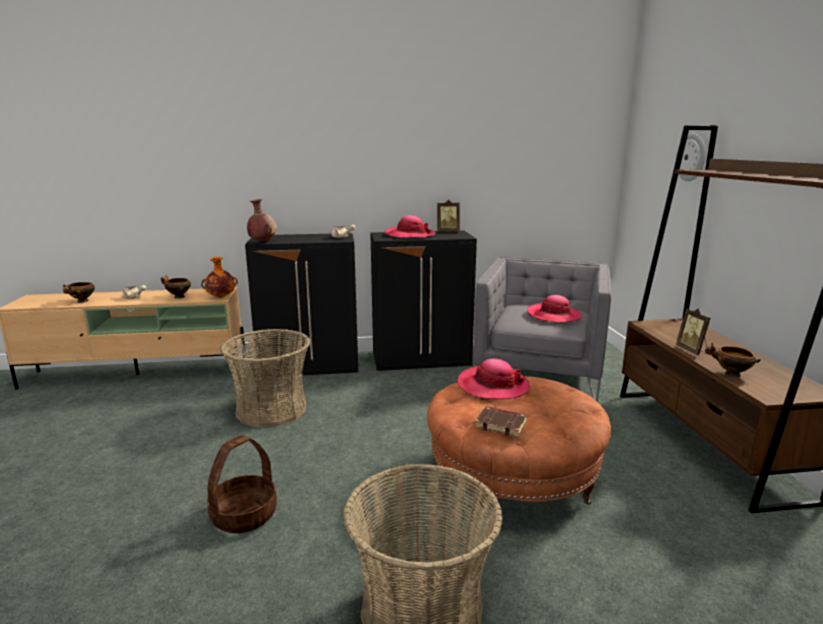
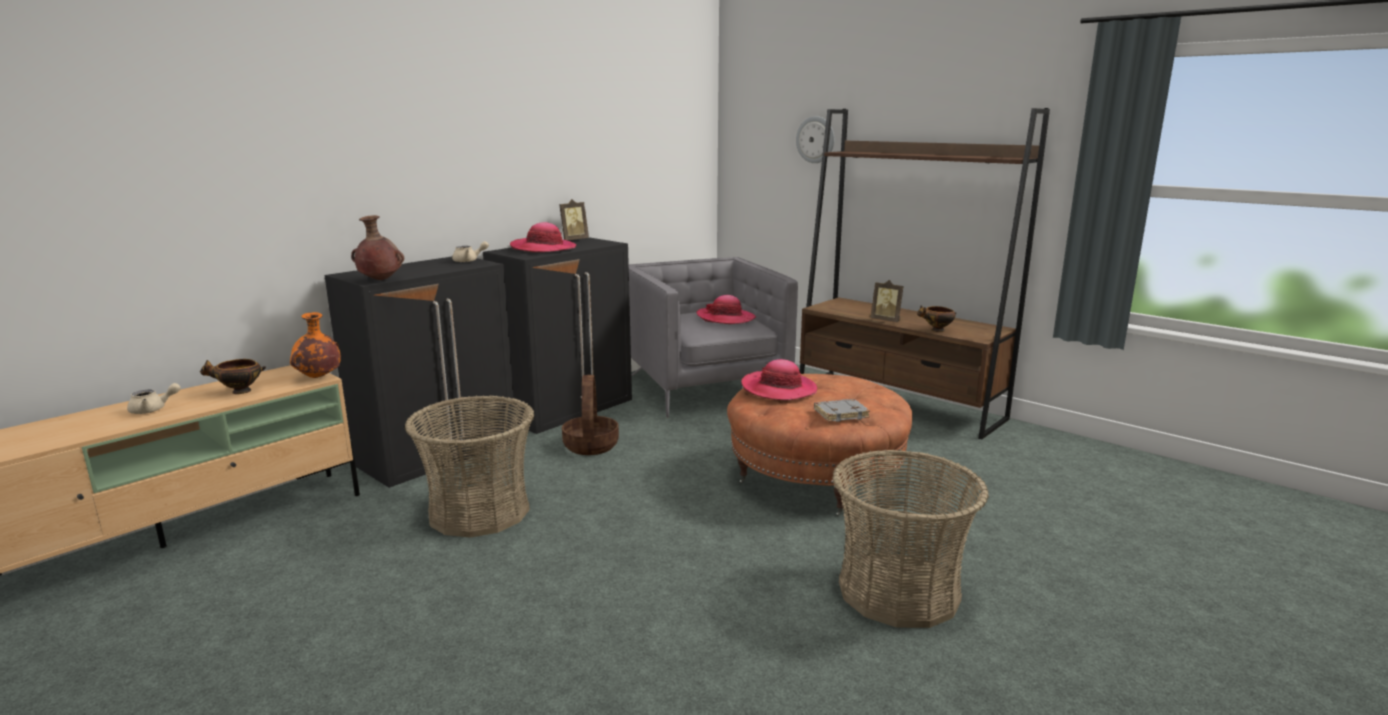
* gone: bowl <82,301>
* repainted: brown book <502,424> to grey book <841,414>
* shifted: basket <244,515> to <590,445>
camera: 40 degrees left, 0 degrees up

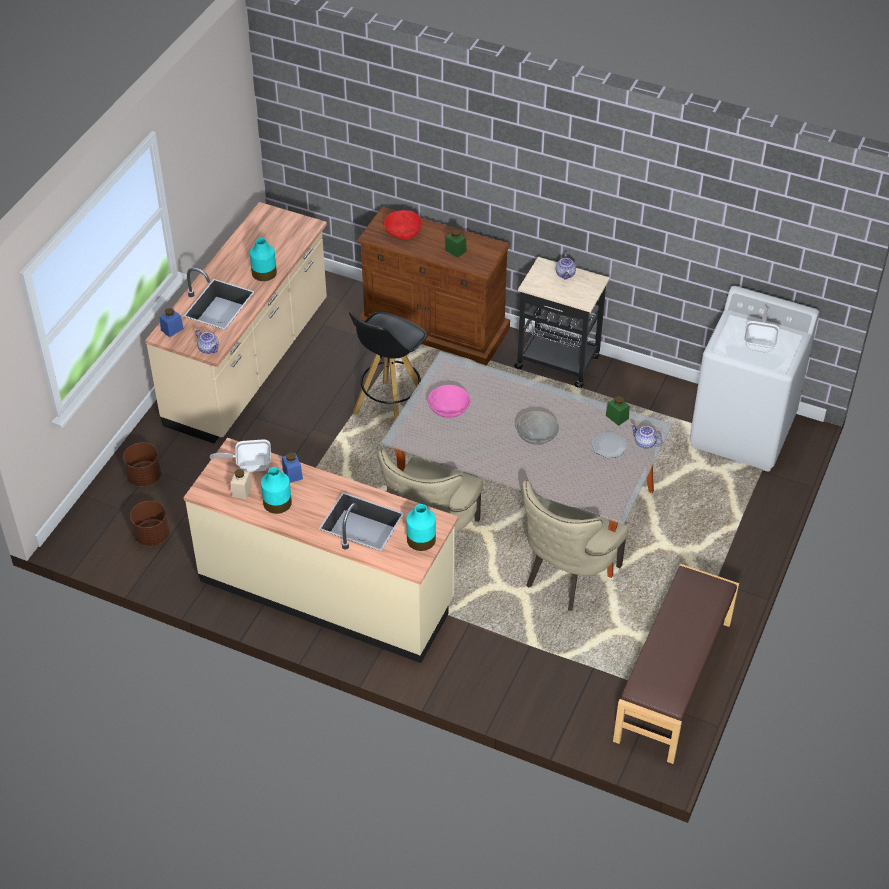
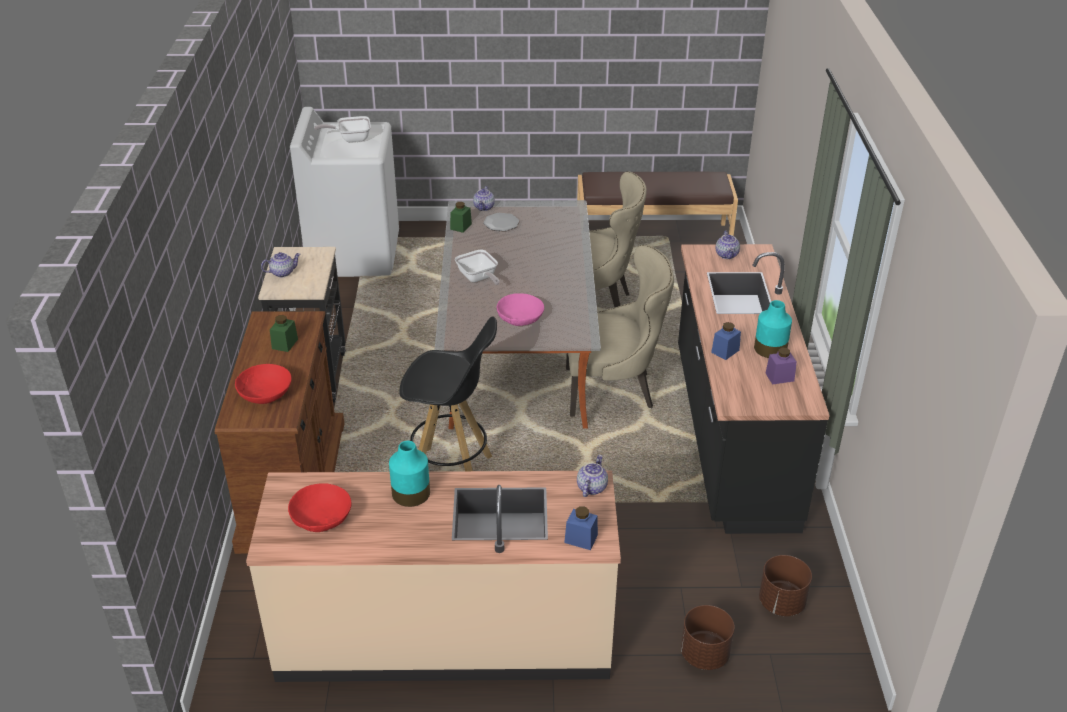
* gone: grey bowl <536,435>
* repainted: beige counter <327,591> to black counter <731,436>
* shifted: frying pan <249,465> to <478,279>
* repainted: beige jar <241,490> to purple jar <779,377>
* swapped: turquoise vase <421,540> to teapot <727,255>
* new: red bowl <322,519>
camera: 115 degrees left, 10 degrees down

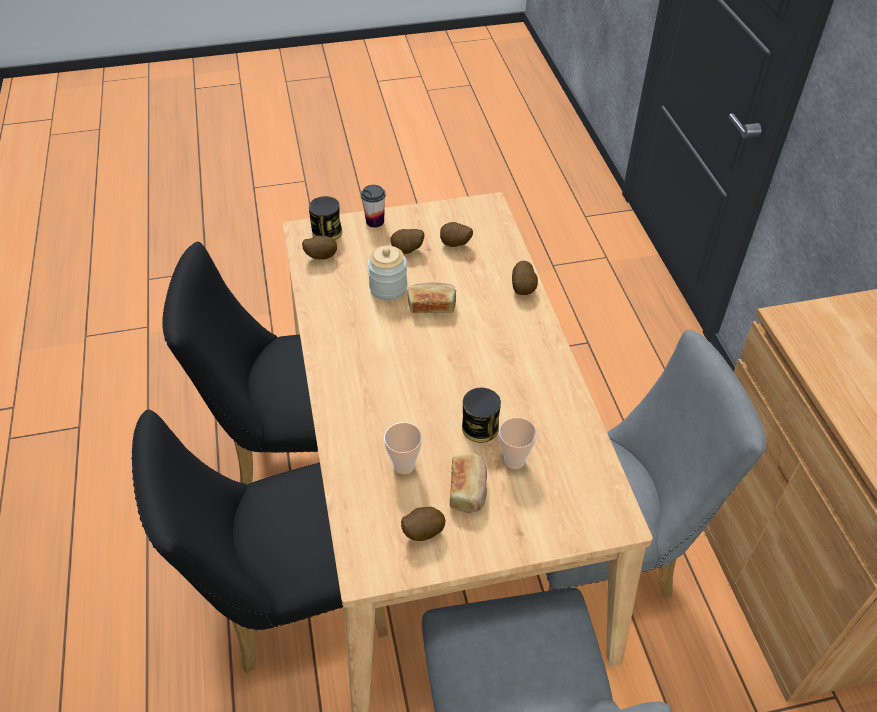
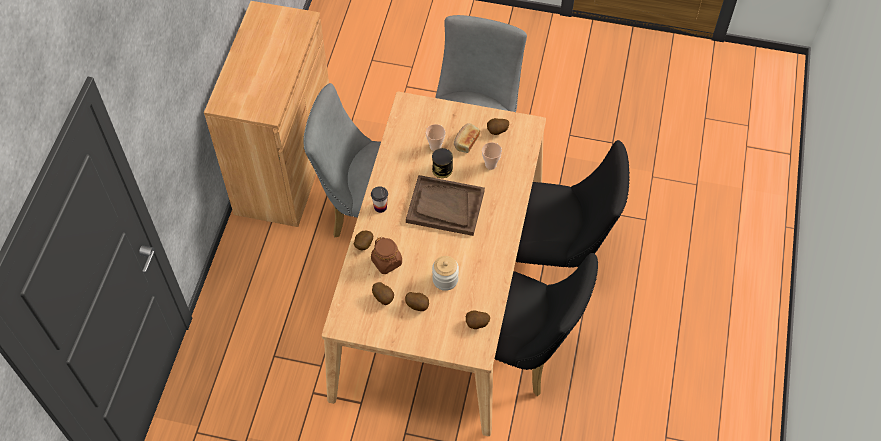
* shifted: cup <375,221> to <380,207>
* gone: can <327,232>
* gone: bread <431,305>
* new: brown tray <445,207>
* new: brown jar <387,262>
camera: 155 degrees left, 10 degrees up

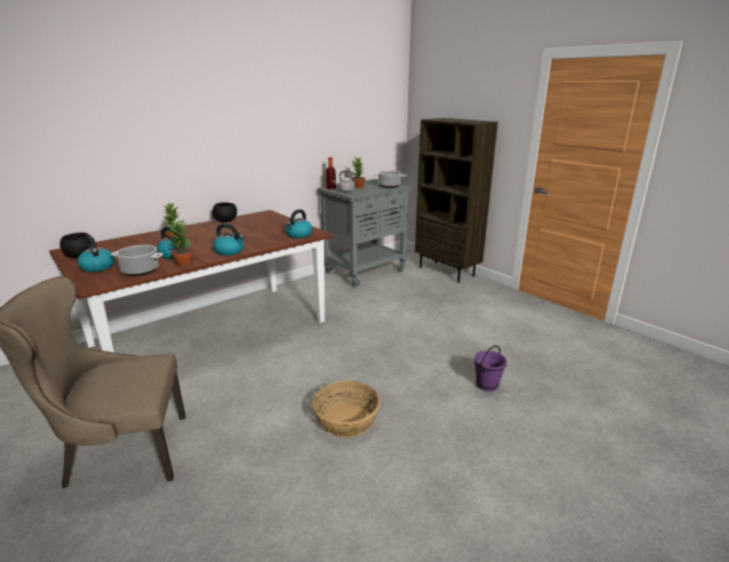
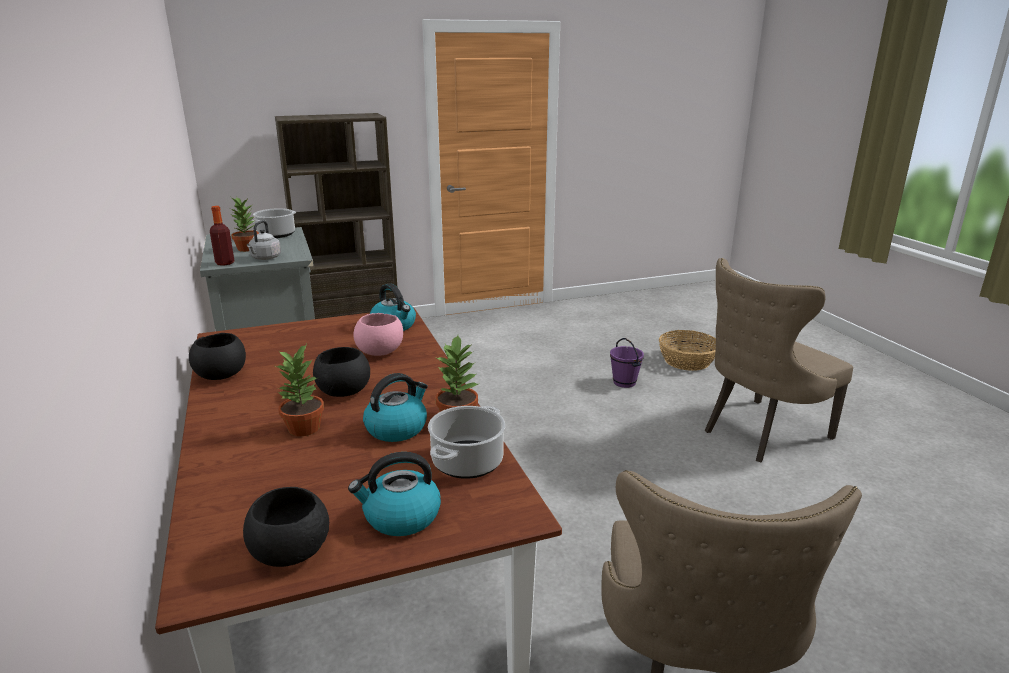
* gone: kettle <230,251>
* shifted: basket <347,420> to <686,361>
* new: beige chair <760,433>
* new: pink bowl <381,352>
* new: black bowl <343,391>
camera: 70 degrees left, 0 degrees up

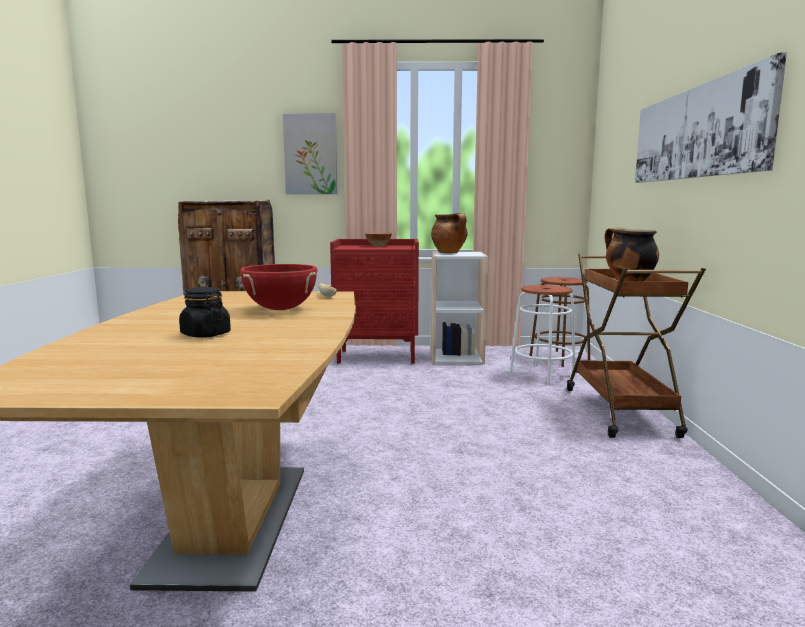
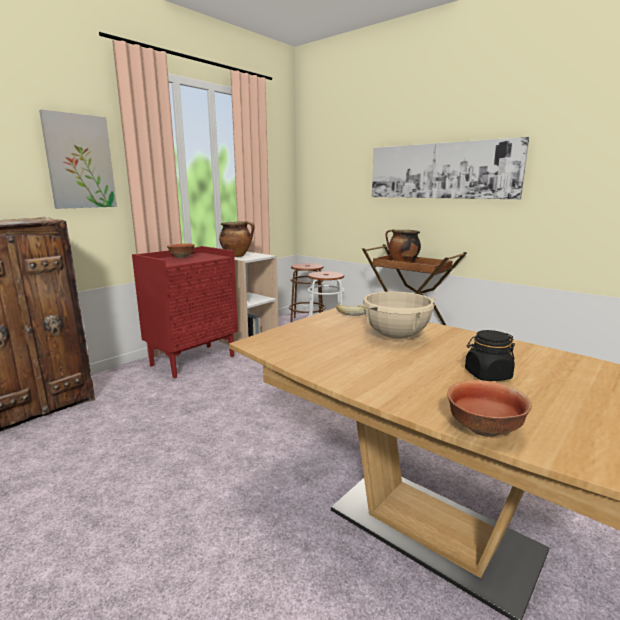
* repainted: red cooking pot <281,309> to beige cooking pot <396,336>
* new: bowl <485,430>
camera: 50 degrees left, 5 degrees up

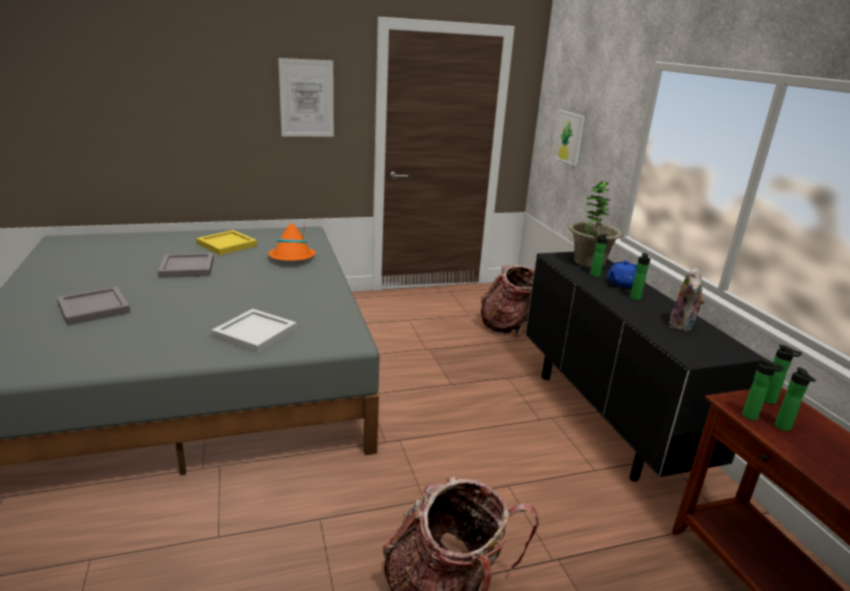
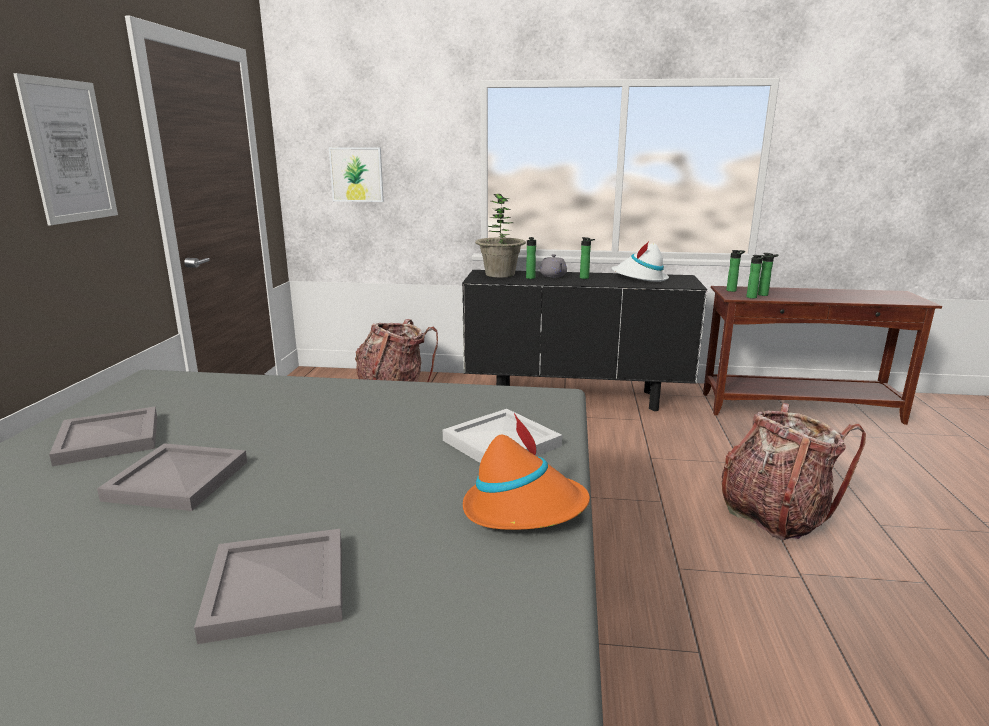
* shifted: orange hat <292,258> to <524,508>
* repainted: yellow tray <227,244> to grey tray <107,439>
* repainted: blue teapot <621,283> to grey teapot <553,276>
* swapped: plush toy <683,326> to white hat <639,278>
camera: 65 degrees left, 5 degrees down

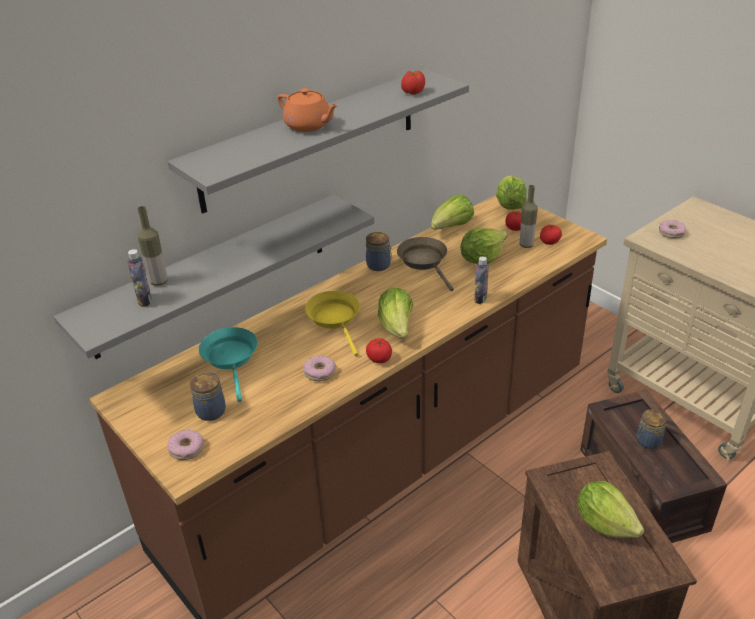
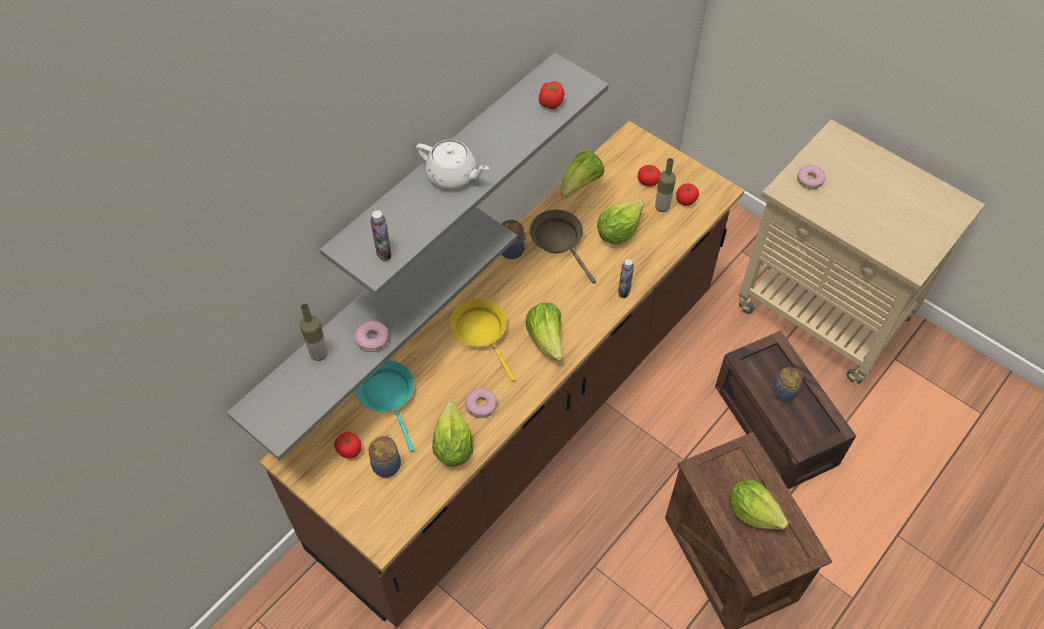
* repainted: orange teapot <309,125> to white teapot <452,175>
* shifted: lettuce <509,205> to <453,446>
* shifted: bottle <145,300> to <383,252>
* shifted: tomato <379,359> to <349,450>
* shifted: donut <186,449> to <372,339>
camera: 10 degrees left, 20 degrees up

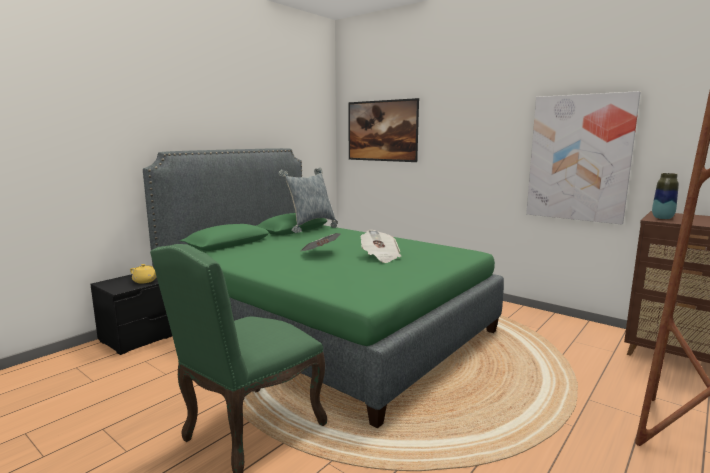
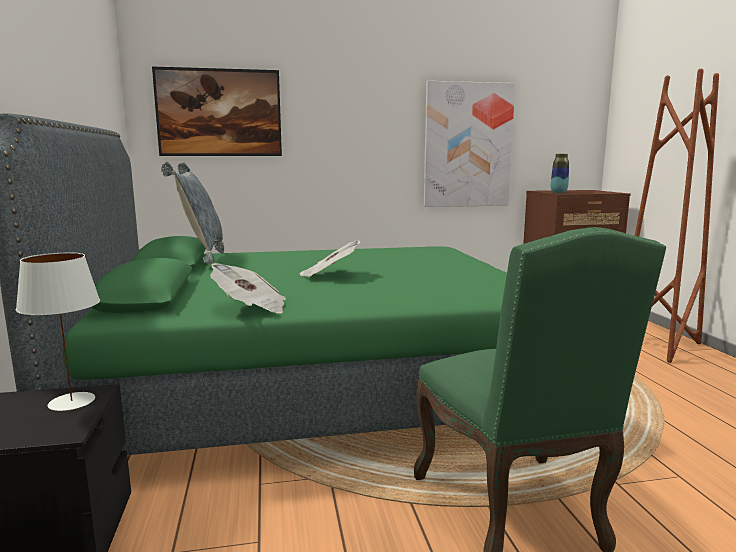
* shifted: newspaper <380,257> to <251,308>
* swapped: yellow teapot <145,281> to white table lamp <71,401>
camera: 50 degrees left, 0 degrees up

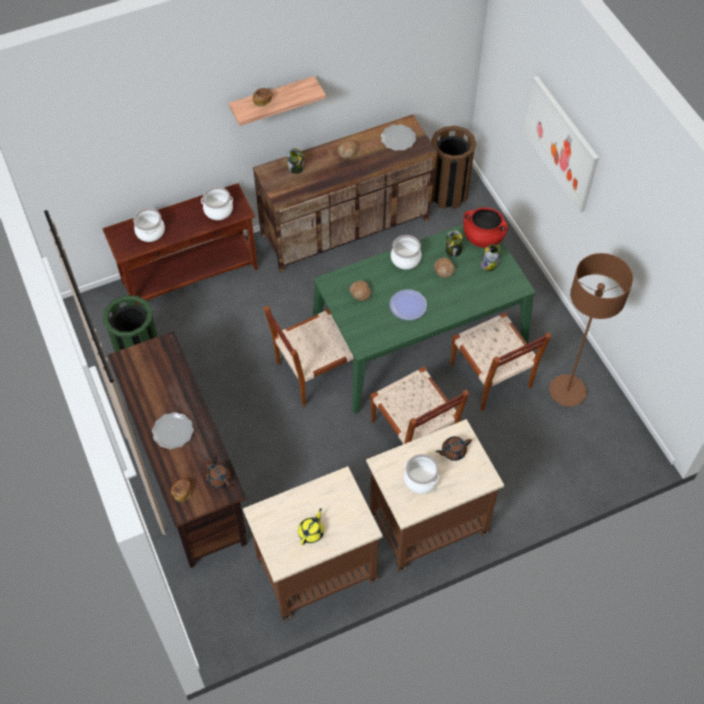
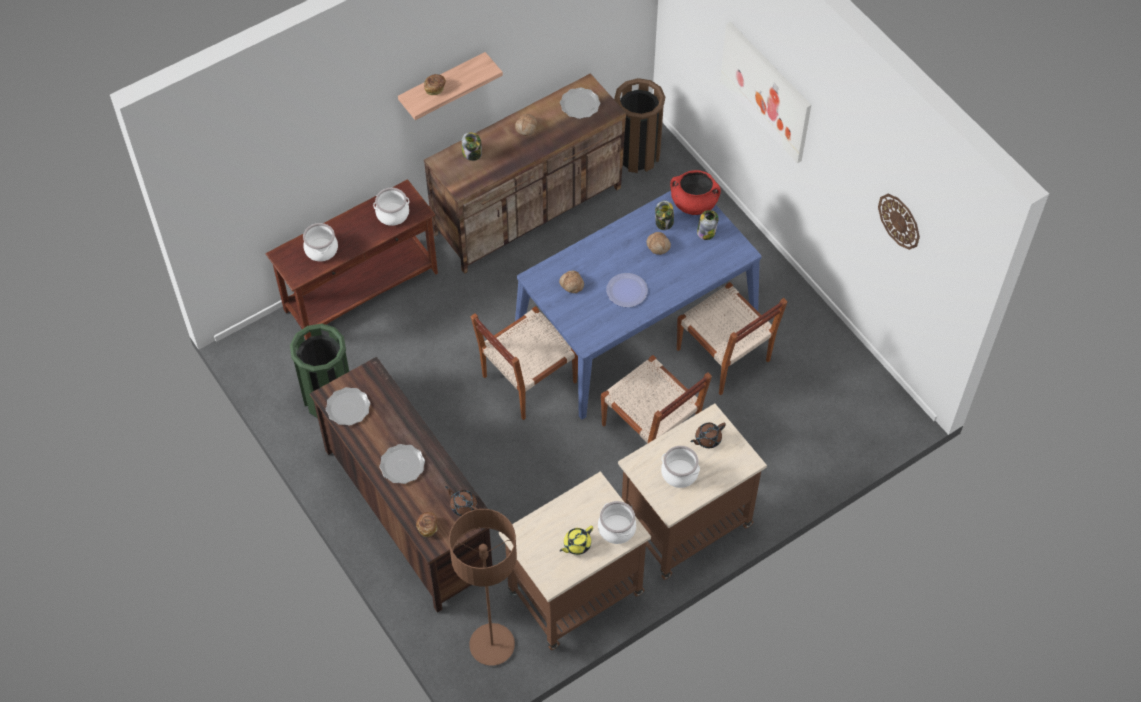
* repainted: green dining table <419,337> to blue dining table <636,324>
* shifted: cooking pot <406,259> to <617,528>
* shifted: brown floor lamp <567,391> to <492,645>
* rotated: yellow teapot <311,532> = <576,544> 150 degrees counterclockwise
* new: wall clock <899,221>
* new: plate <348,407>
camera: 10 degrees left, 0 degrees up

